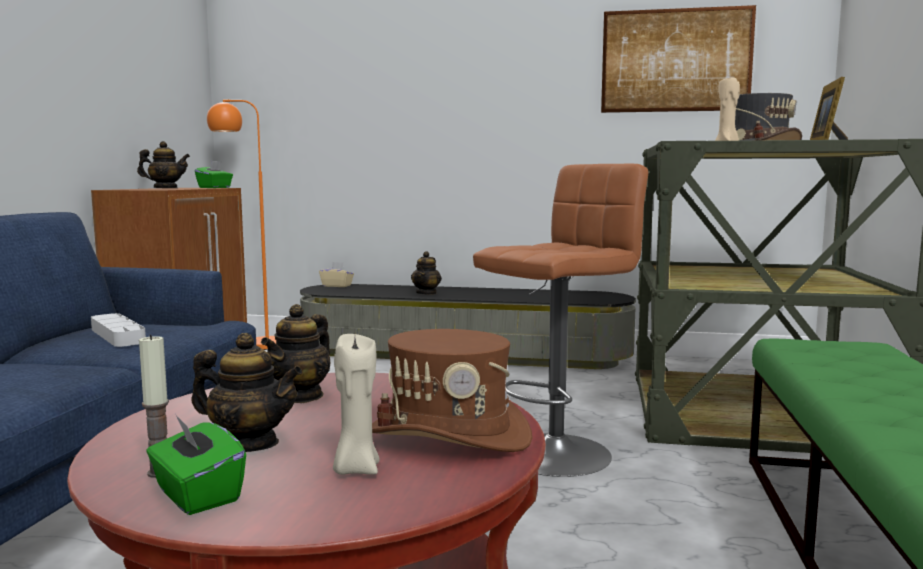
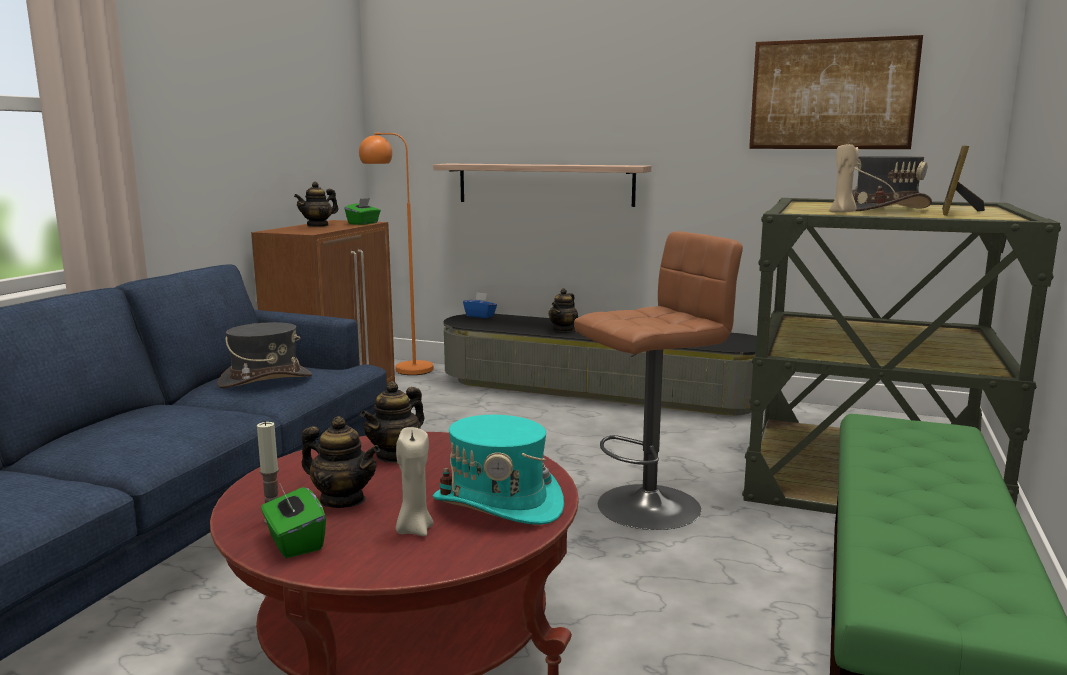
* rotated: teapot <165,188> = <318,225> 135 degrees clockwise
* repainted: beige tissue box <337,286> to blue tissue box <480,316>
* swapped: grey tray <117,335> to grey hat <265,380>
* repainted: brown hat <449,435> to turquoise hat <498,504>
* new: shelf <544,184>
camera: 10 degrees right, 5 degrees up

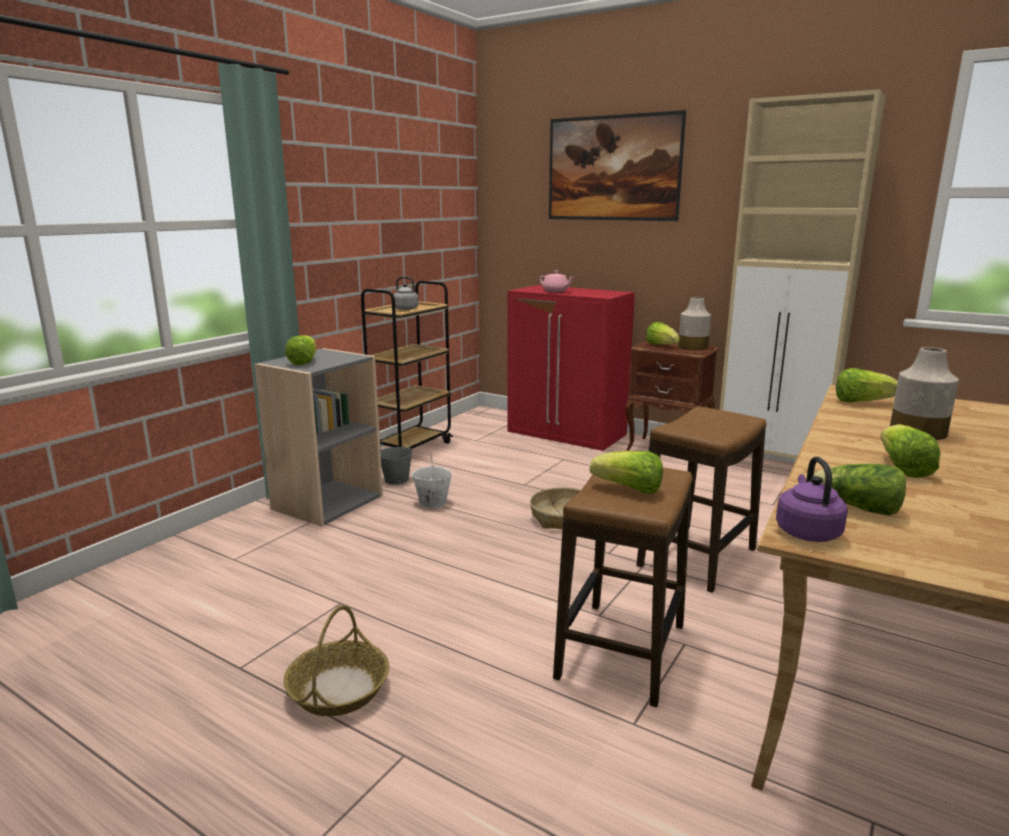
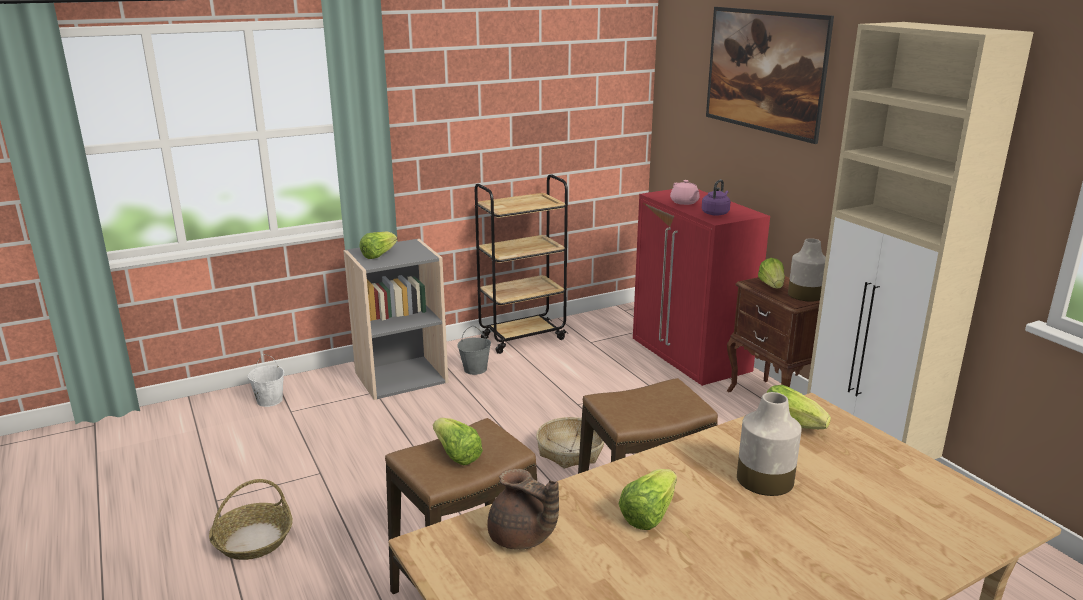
* gone: grey kettle <404,308>
* shifted: white bucket <432,503> to <269,400>
* shifted: purple kettle <806,531> to <716,213>
* swapped: lettuce <858,508> to brown teapot <521,538>
camera: 30 degrees right, 5 degrees up

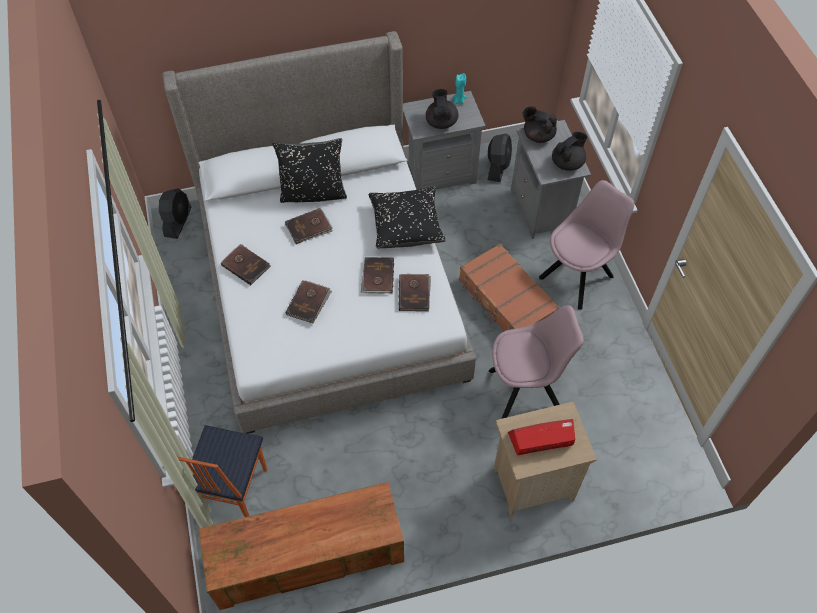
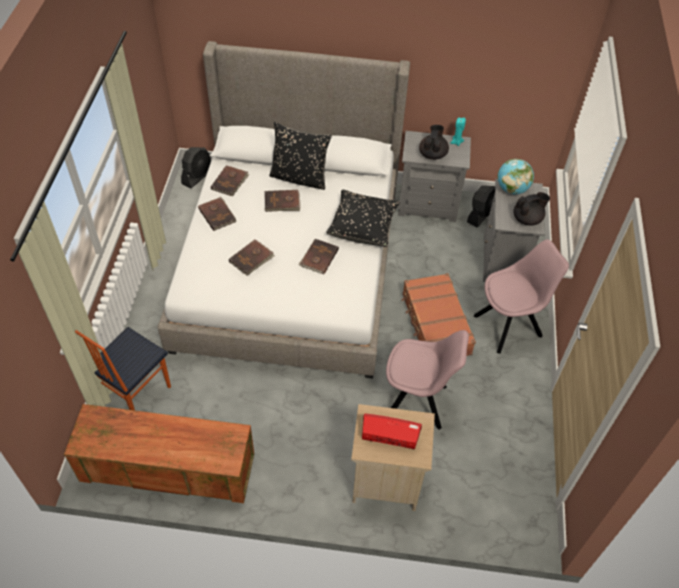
* swapped: black teapot <538,135> to globe <512,189>
* shifted: brown book <414,293> to <230,182>
camera: 20 degrees right, 5 degrees down

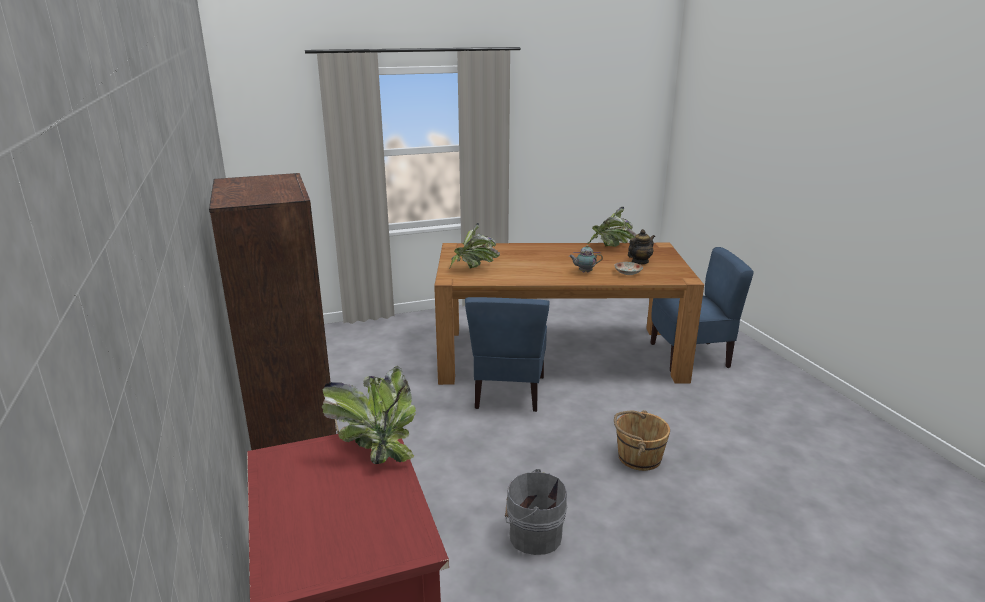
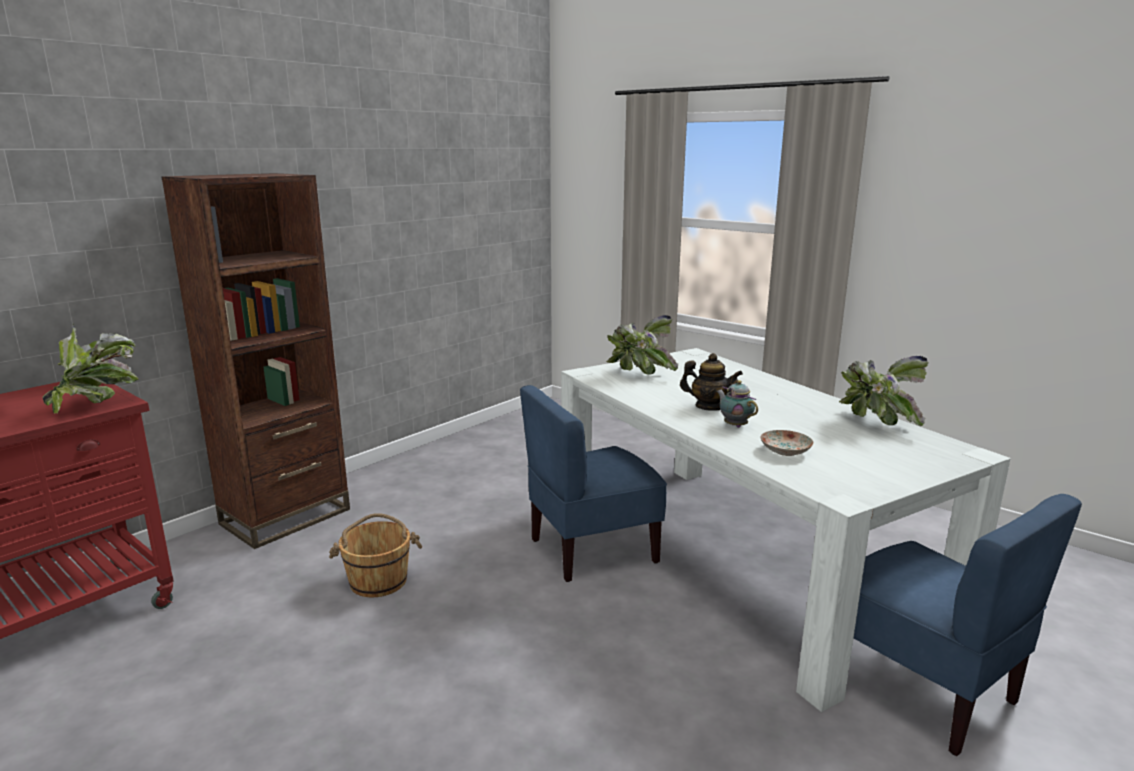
* shifted: teapot <639,262> to <709,407>
* repainted: brown dining table <558,354> to white dining table <737,557>
* shifted: brown bucket <638,457> to <378,580>
* gone: grey bucket <532,535>
camera: 60 degrees right, 5 degrees down

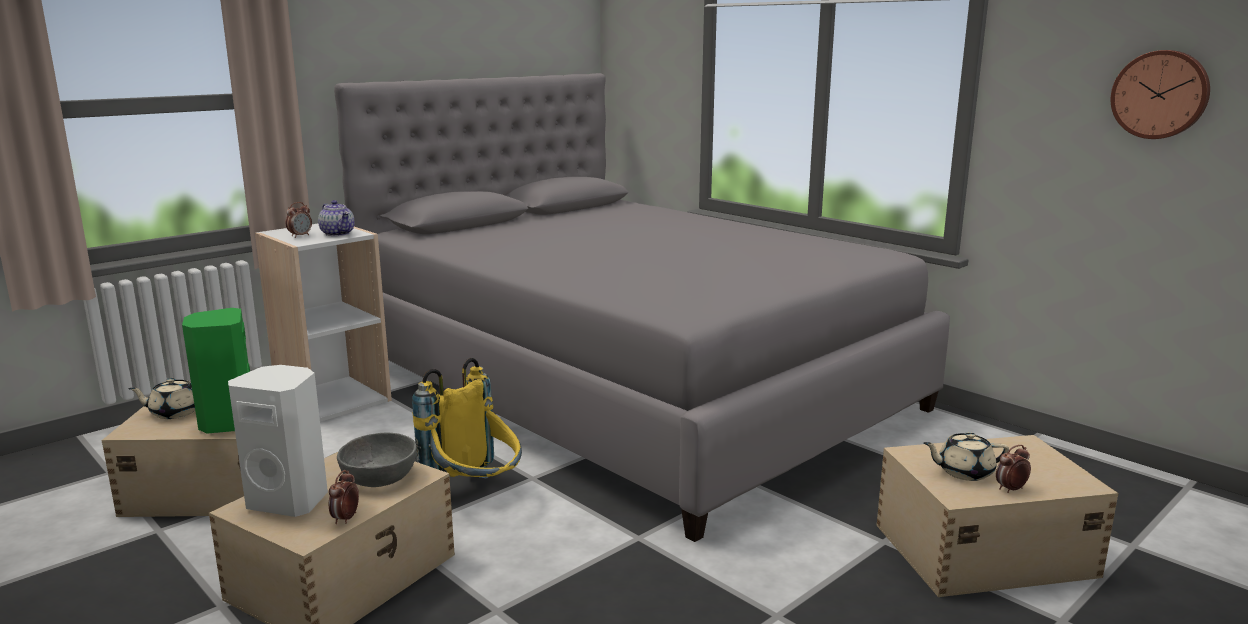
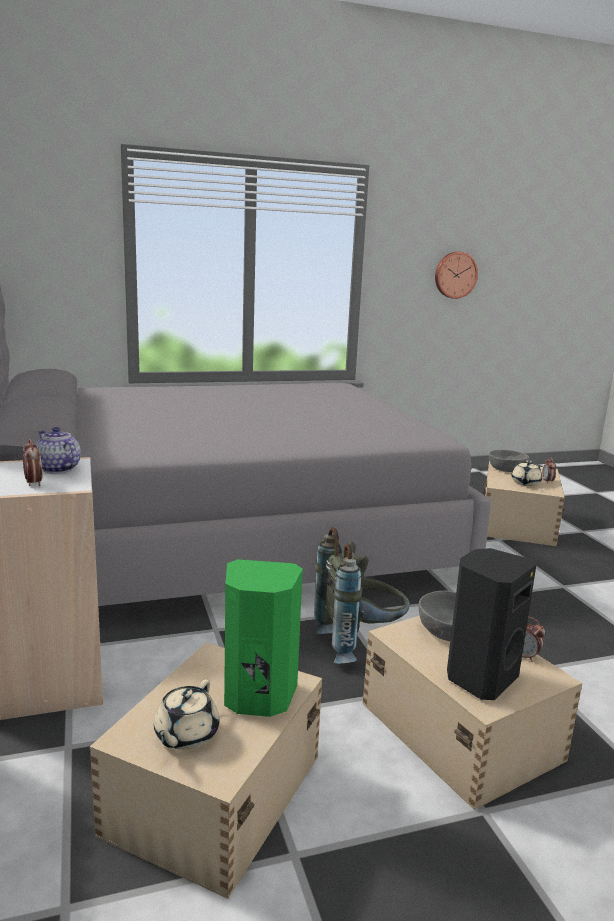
* rotated: teapot <338,233> = <57,469> 120 degrees counterclockwise
* repainted: yellow backpack <475,497> to grey backpack <359,643>
* repainted: white speaker <290,501> to black speaker <479,678>
* new: grey bowl <506,469>
camera: 65 degrees left, 0 degrees up

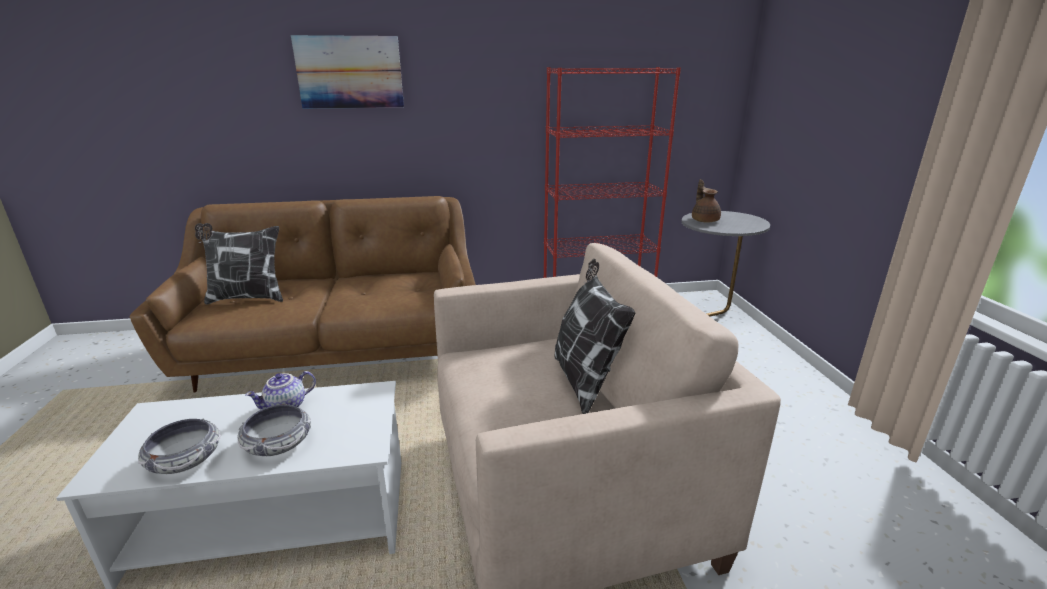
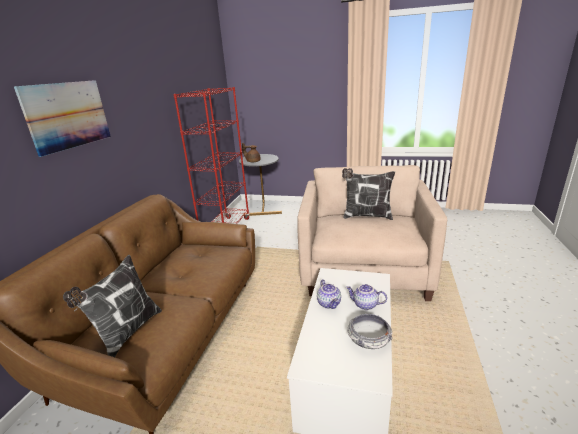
* swapped: bowl <278,443> to teapot <365,305>
camera: 65 degrees left, 0 degrees up

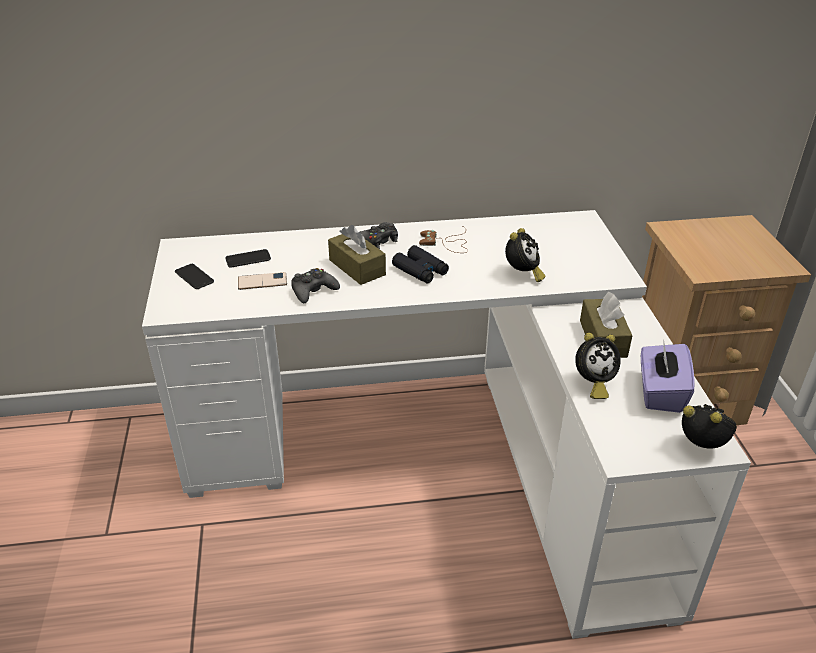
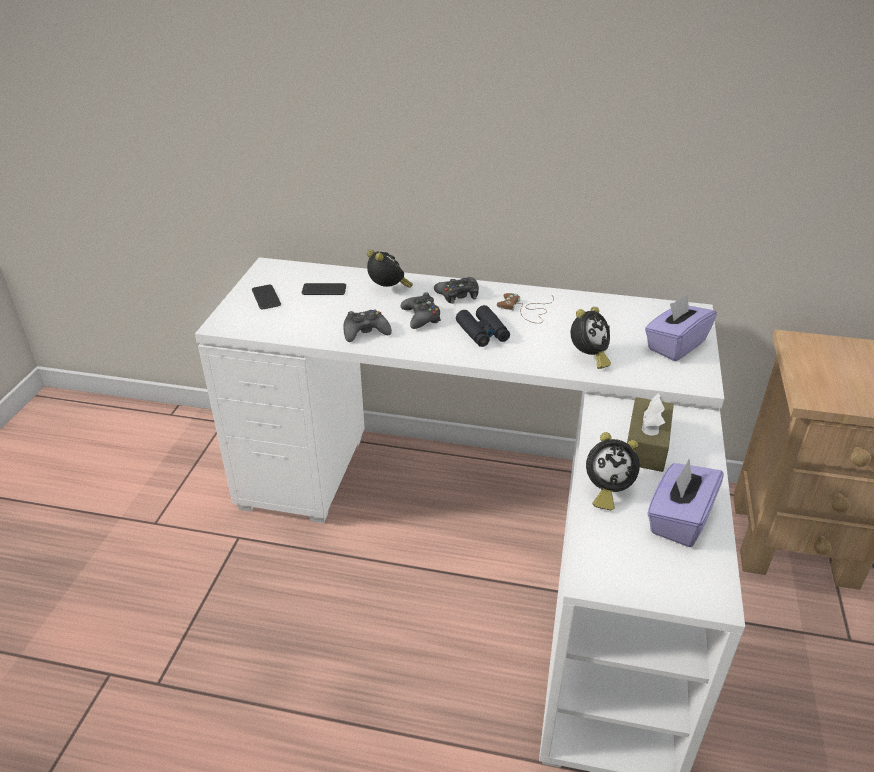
* swapped: brown tissue box <357,267> to black game controller <421,317>
* gone: phone <262,281>
* shifted: alarm clock <703,447> to <388,290>
* new: purple tissue box <675,345>
camera: 20 degrees right, 0 degrees up

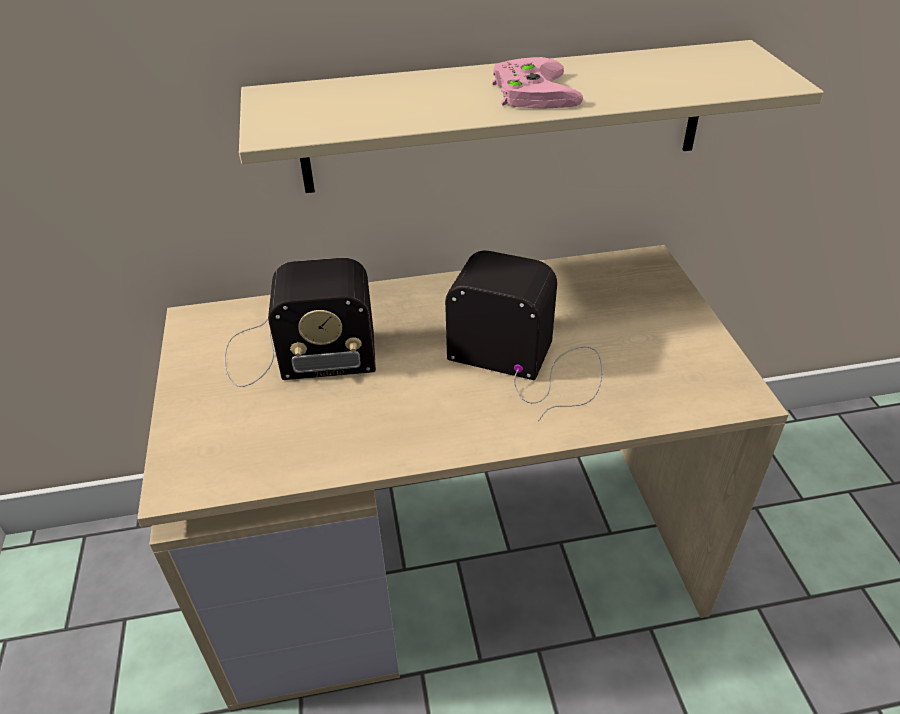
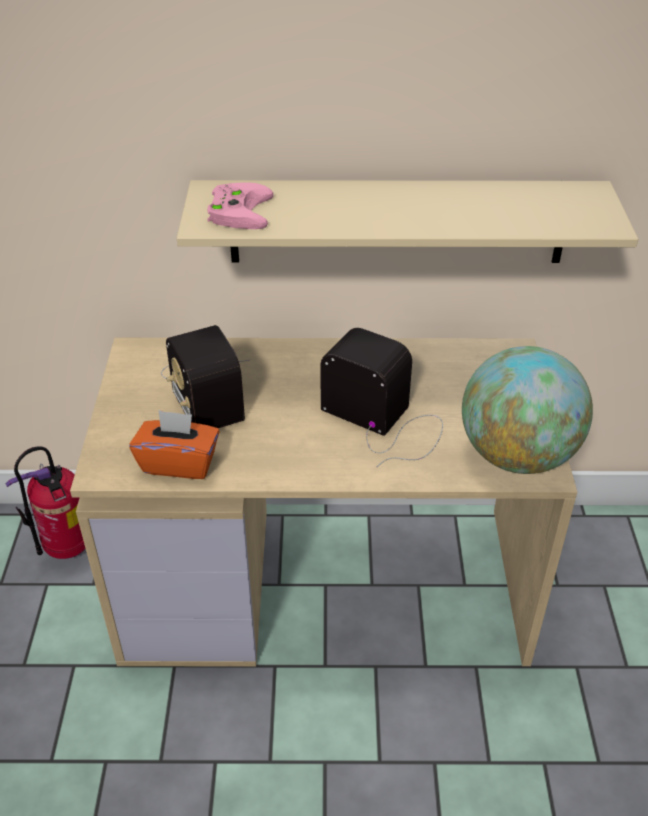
* shifted: pink game controller <530,90> to <237,210>
* rotated: radio <295,353> = <204,388> 60 degrees clockwise
* new: globe <517,455>
* new: orange tissue box <179,463>
* new: fire extinguisher <67,550>
camera: 10 degrees right, 0 degrees up

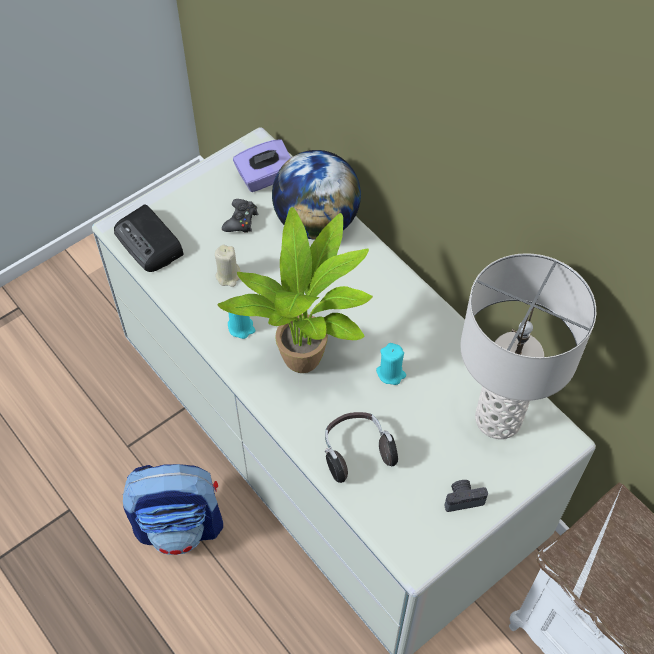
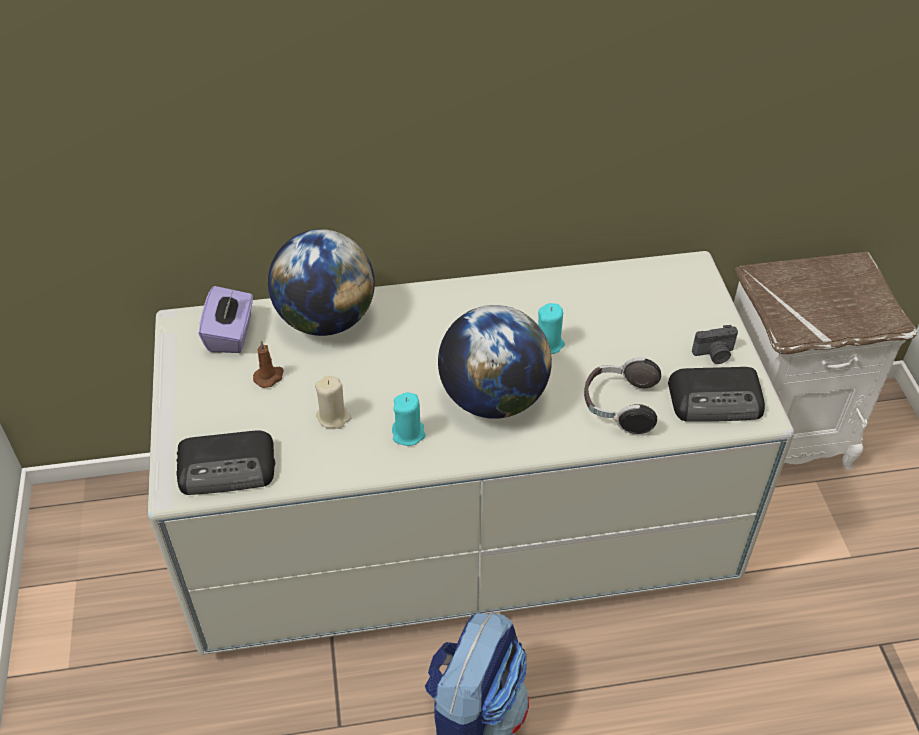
* swapped: black game controller <241,220> to brown candle <269,377>
* swapped: potted plant <308,363> to globe <493,399>
* gone: white table lamp <498,419>
* rotated: photo camera <463,499> = <714,354> 120 degrees counterclockwise
* new: radio <717,400>
camera: 60 degrees left, 10 degrees down

